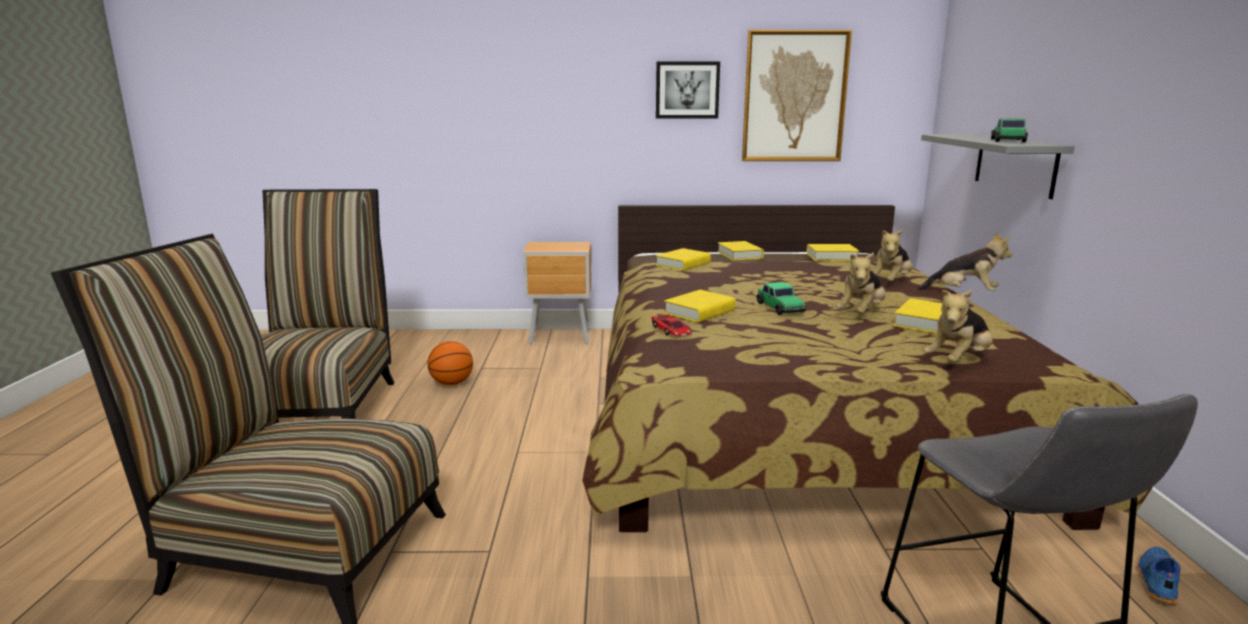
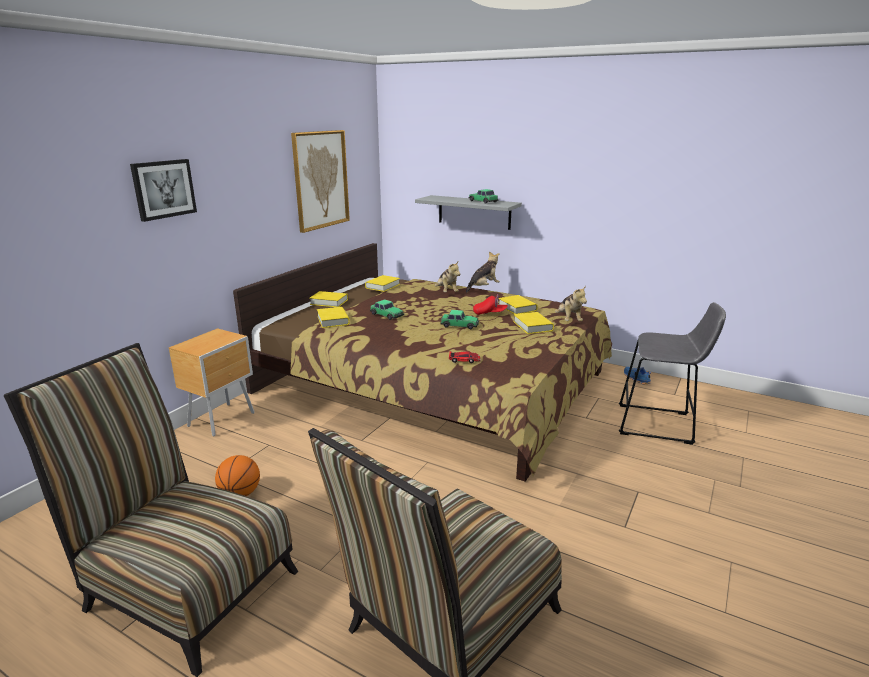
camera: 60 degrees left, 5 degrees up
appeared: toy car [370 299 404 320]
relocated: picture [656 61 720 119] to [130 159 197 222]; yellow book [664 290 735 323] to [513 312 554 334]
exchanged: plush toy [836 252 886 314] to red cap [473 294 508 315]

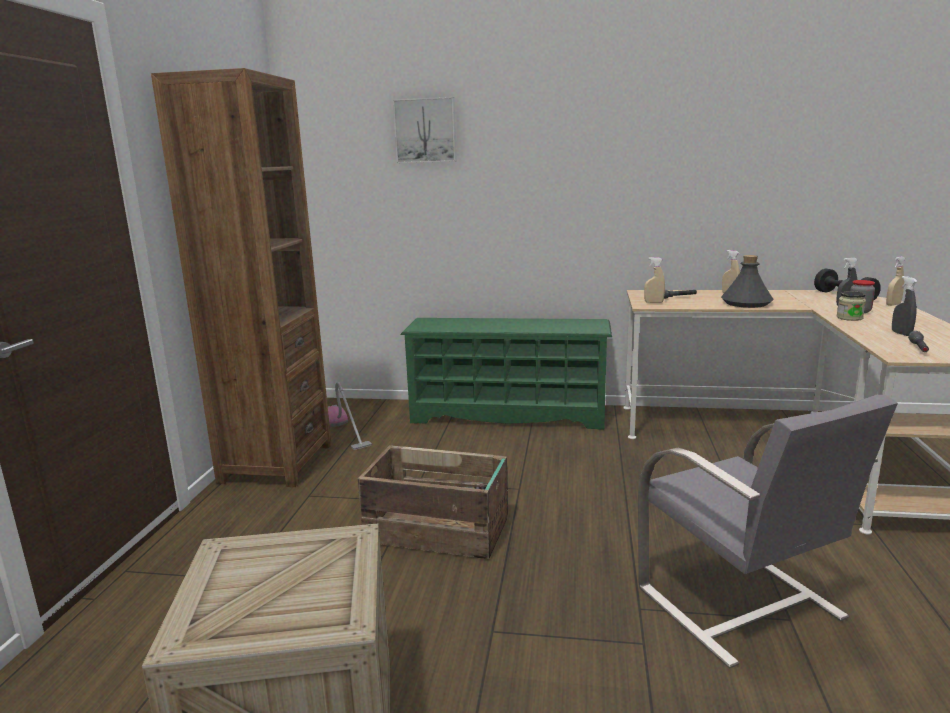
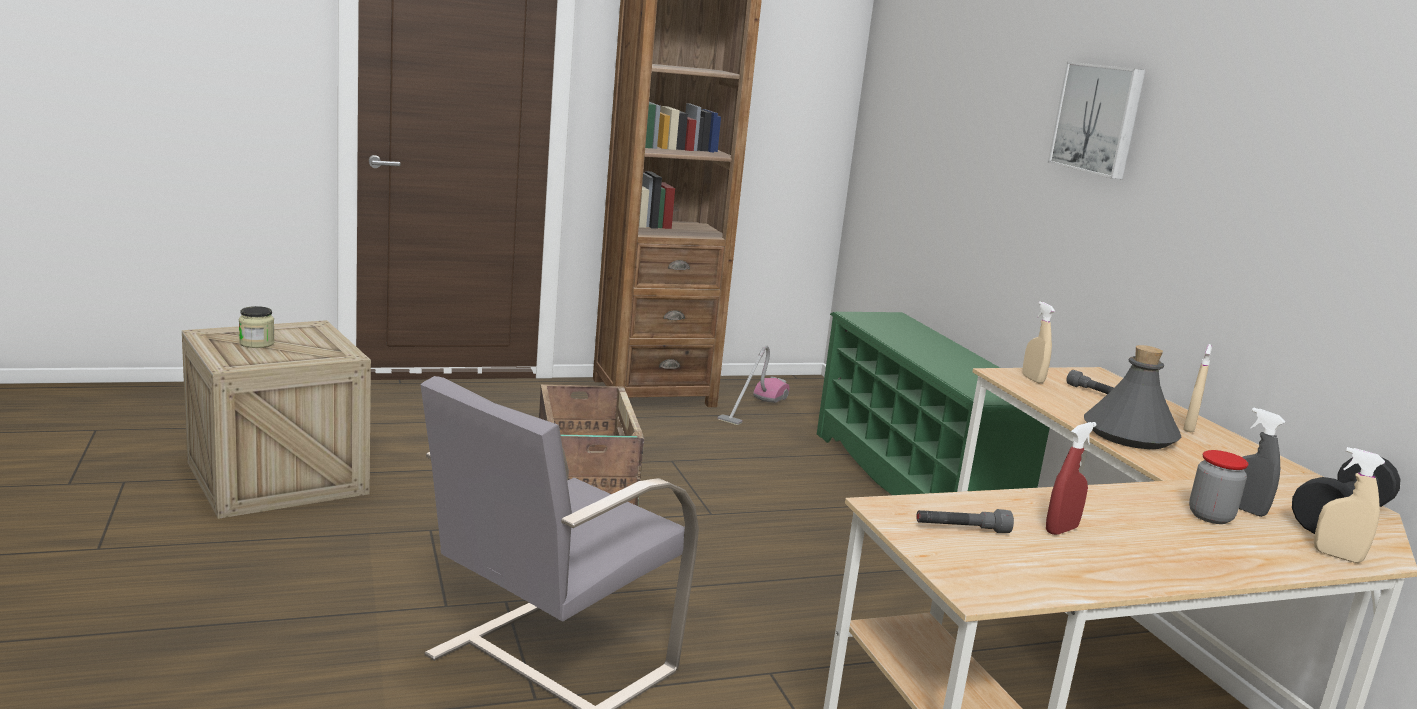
camera: 60 degrees right, 0 degrees up
relocated: picture [393 97 457 163] to [1048 62 1146 179]; jar [837 291 866 321] to [239 306 275 348]
colour: grey spray bottle [892 276 918 336] to red spray bottle [1046 422 1097 535]

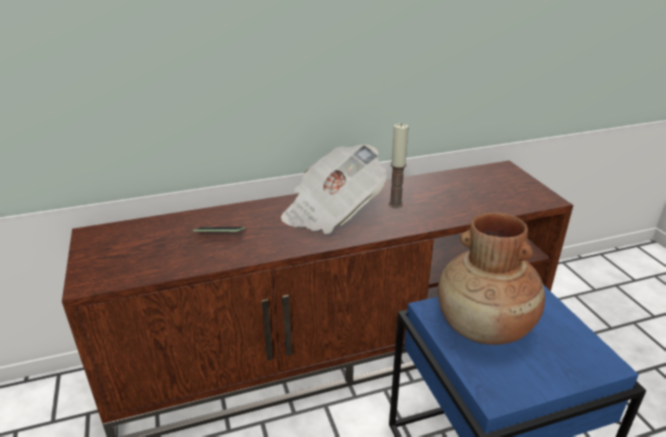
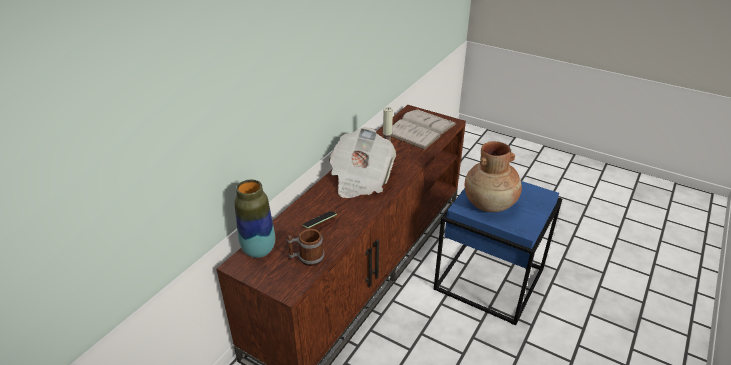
camera: 40 degrees left, 5 degrees up
appeared: white book [391 109 457 150]; vase [234 180 275 258]; mug [287 229 324 266]

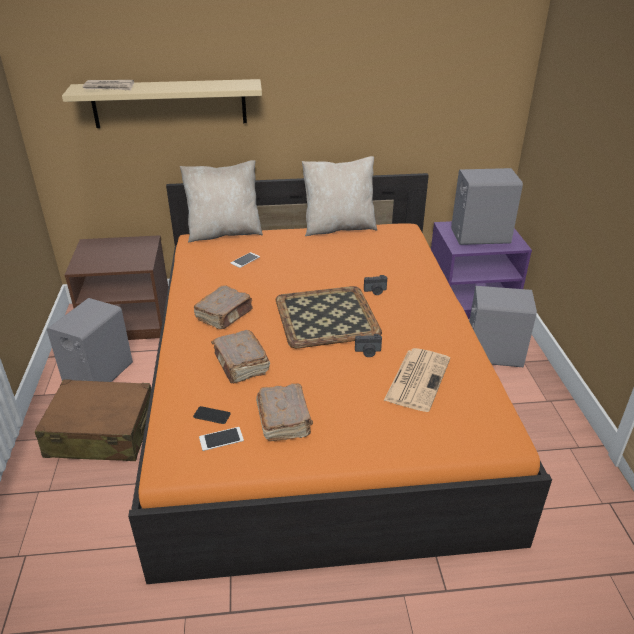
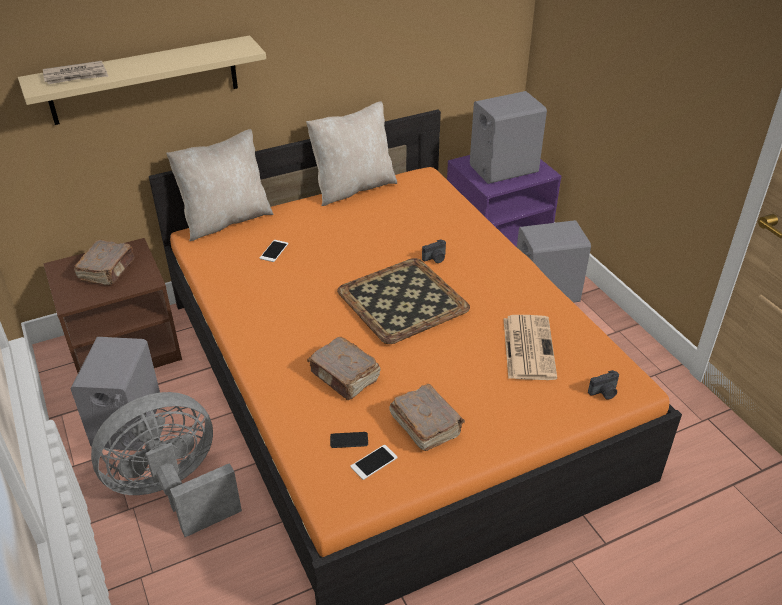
camera: 20 degrees left, 5 degrees up
relocated: brown book [193 285 253 329] to [74 239 135 285]; photo camera [355 334 382 357] to [588 370 619 400]
exchanged: brown suitcase [35 379 151 461] to grey fan [91 392 242 537]

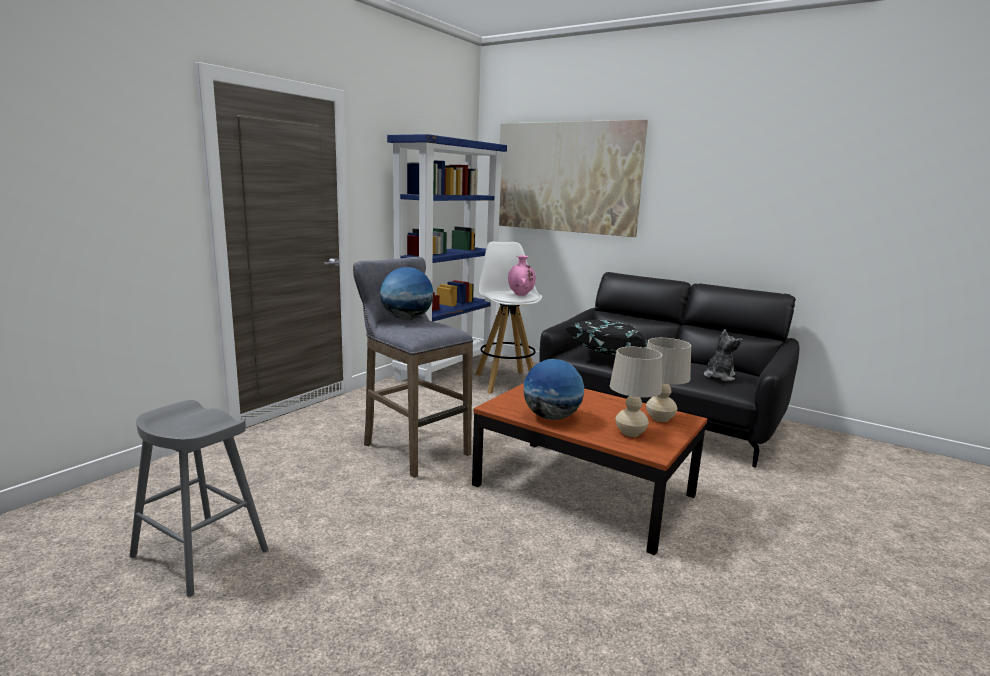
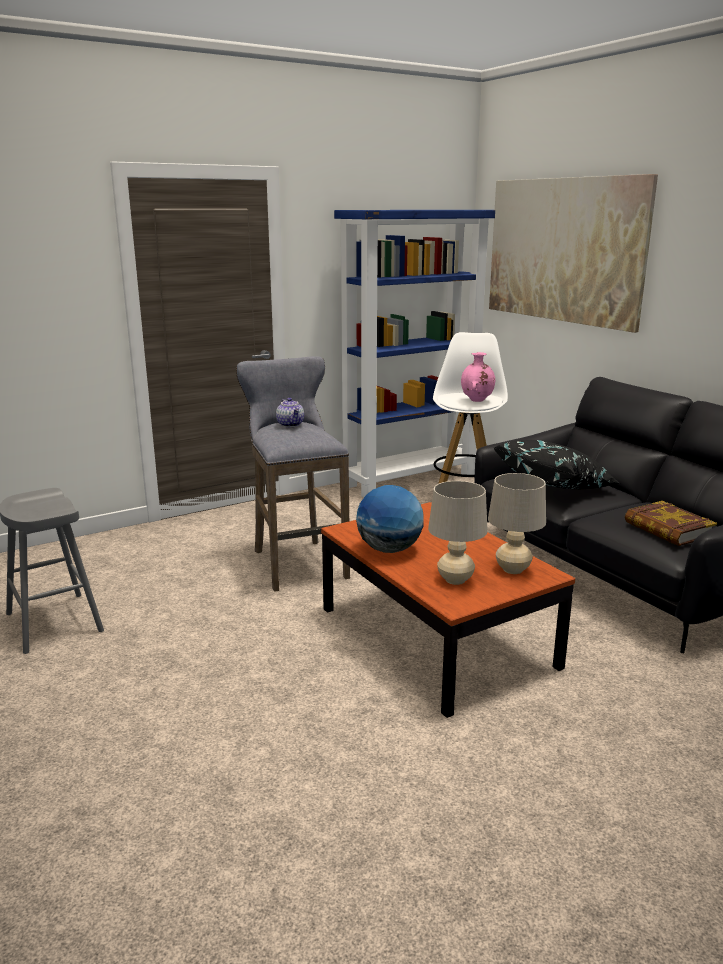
camera: 25 degrees right, 5 degrees up
exchanged: globe [380 267 433 320] to teapot [276 398 304 427]; plush toy [704 329 743 381] to book [625 501 717 546]

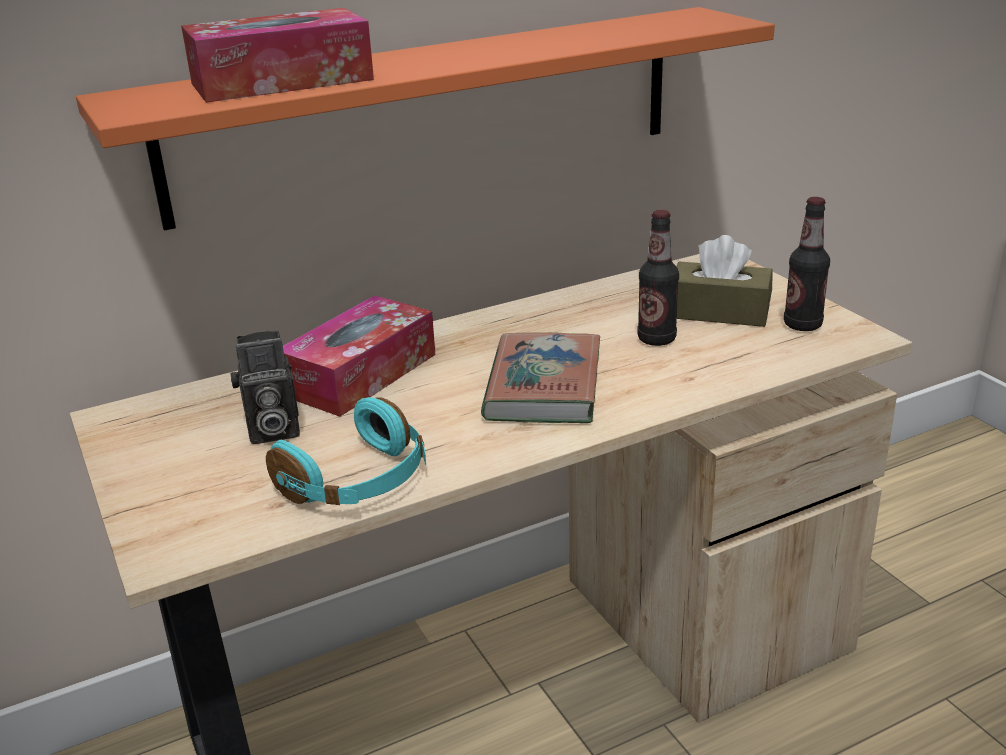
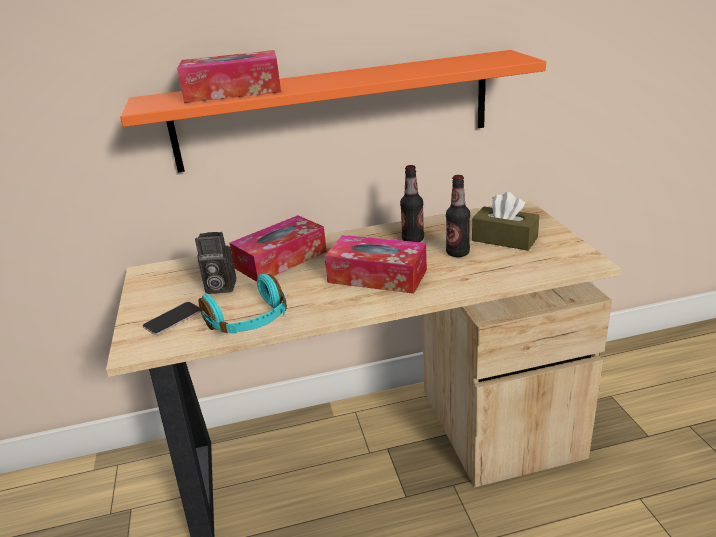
camera: 15 degrees right, 0 degrees up
appeared: phone [142 302 201 335]
relocated: bottle [784 197 830 331] to [400 165 424 242]
exchanged: book [481 332 600 423] to tissue box [325 235 427 294]

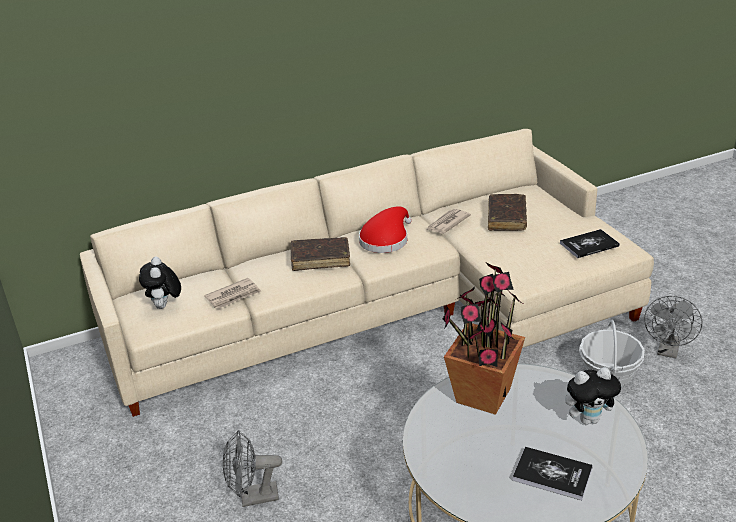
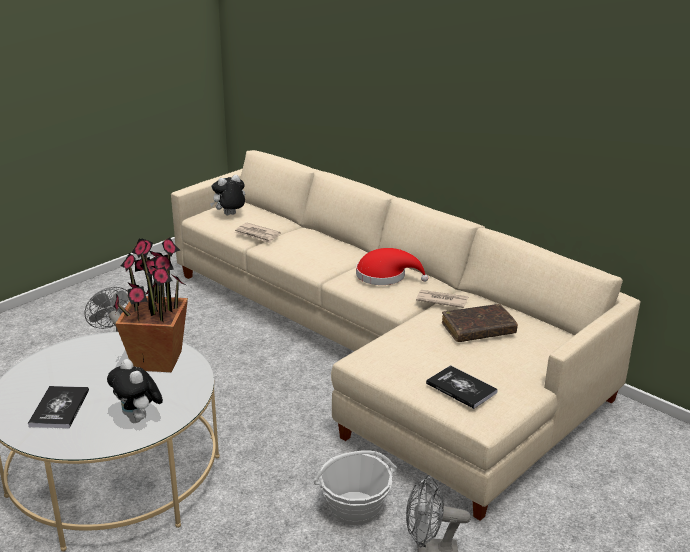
camera: 65 degrees right, 5 degrees down
missing: brown book [291 237 350 271]

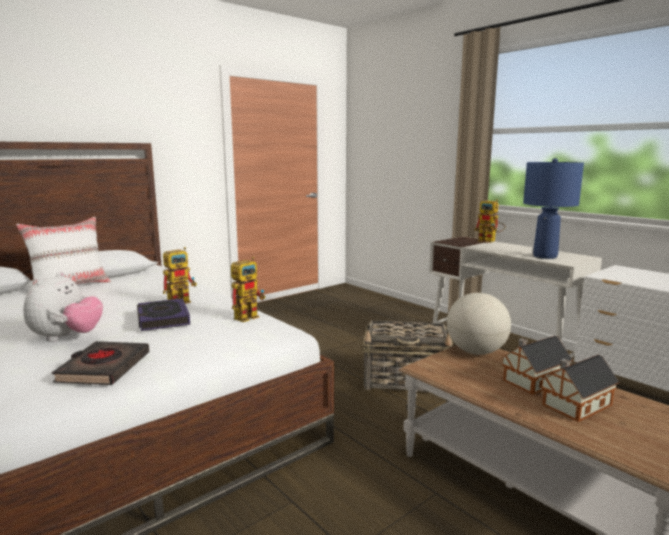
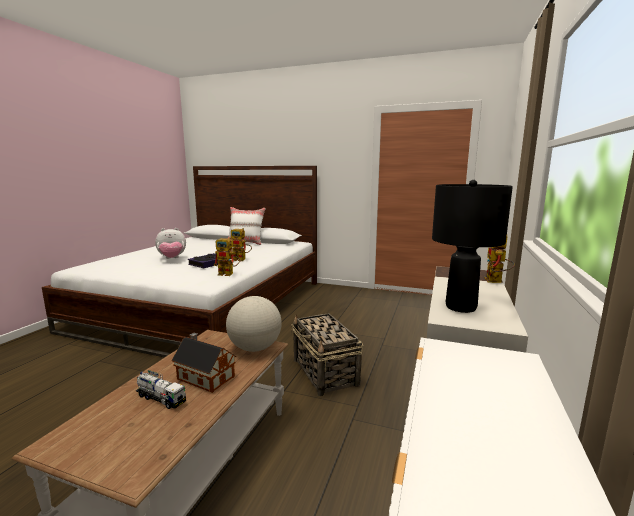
camera: 60 degrees right, 0 degrees up
missing: black book [52 341 149 385]
exchanged: toy house [540 355 620 422] to toy truck [136 370 186 409]
colour: blue table lamp [523 158 584 259] to black table lamp [432 180 513 313]

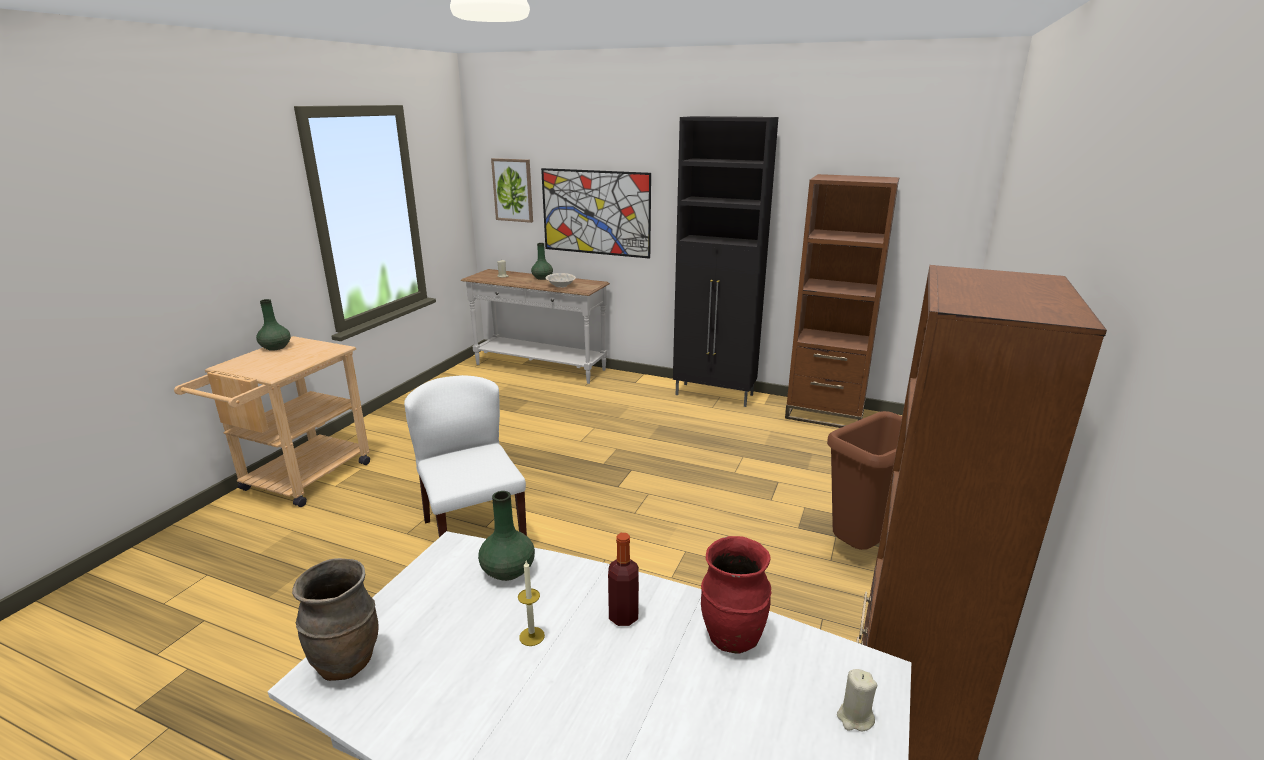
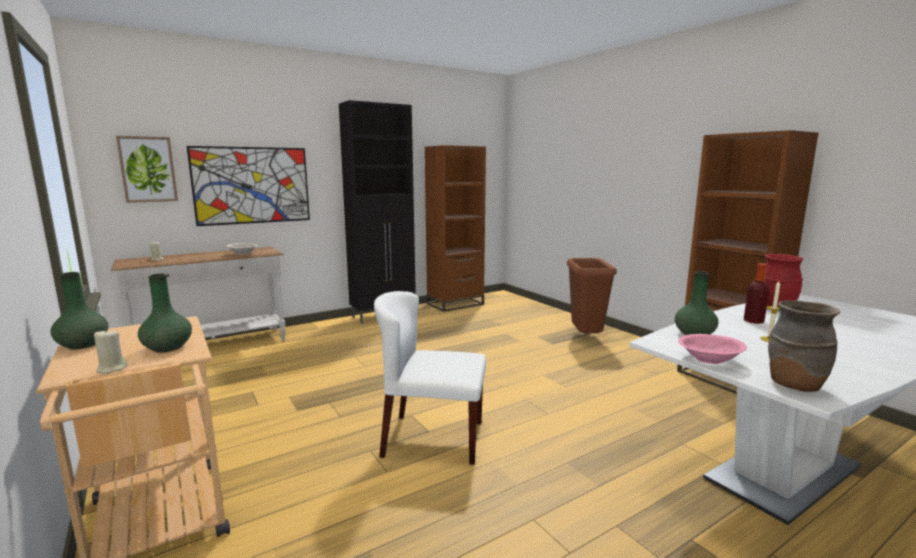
camera: 55 degrees left, 10 degrees down
appeared: pink bowl [678 334 747 364]
relocated: green vase [531 243 553 280] to [138 274 192 353]; beige candle [837 669 877 731] to [94 329 128 374]

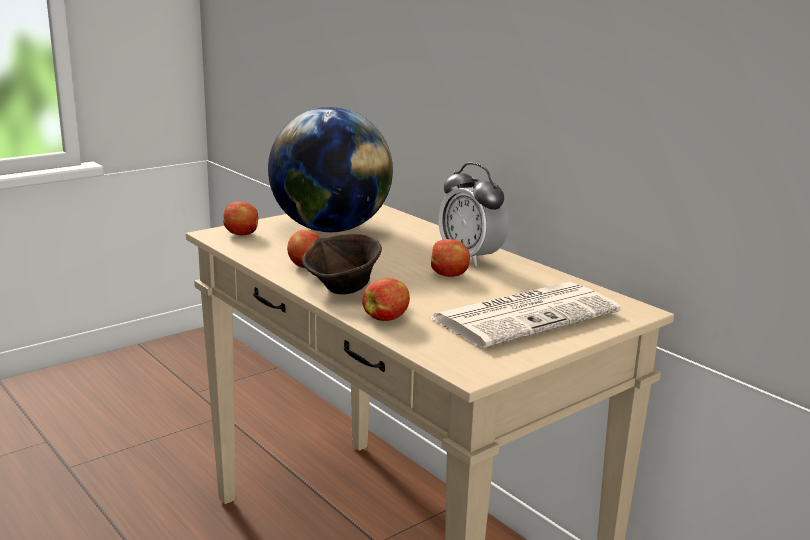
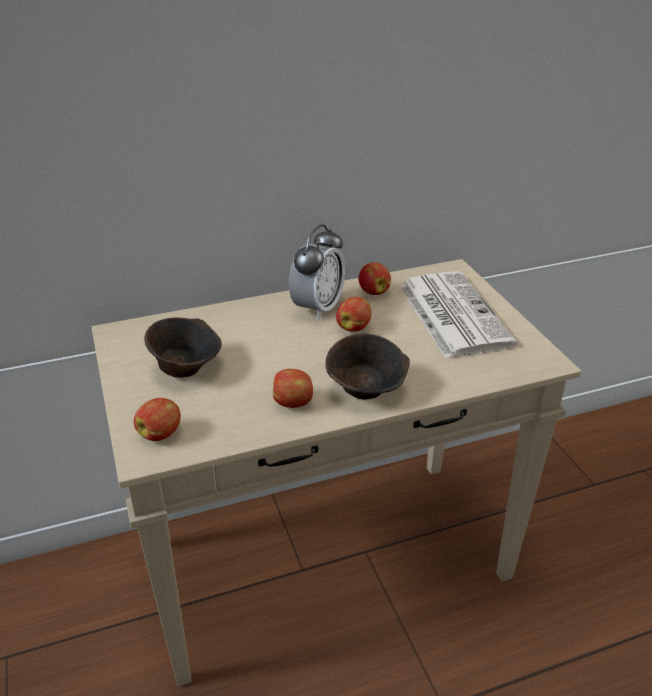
camera: 70 degrees left, 15 degrees up
relocated: apple [362 278 410 321] to [359 263 391 295]
exchanged: globe [268 107 393 232] to brown bowl [144 317 222 378]
spun: alarm clock [439 163 509 266] = [289 224 345 320] 45 degrees counterclockwise

